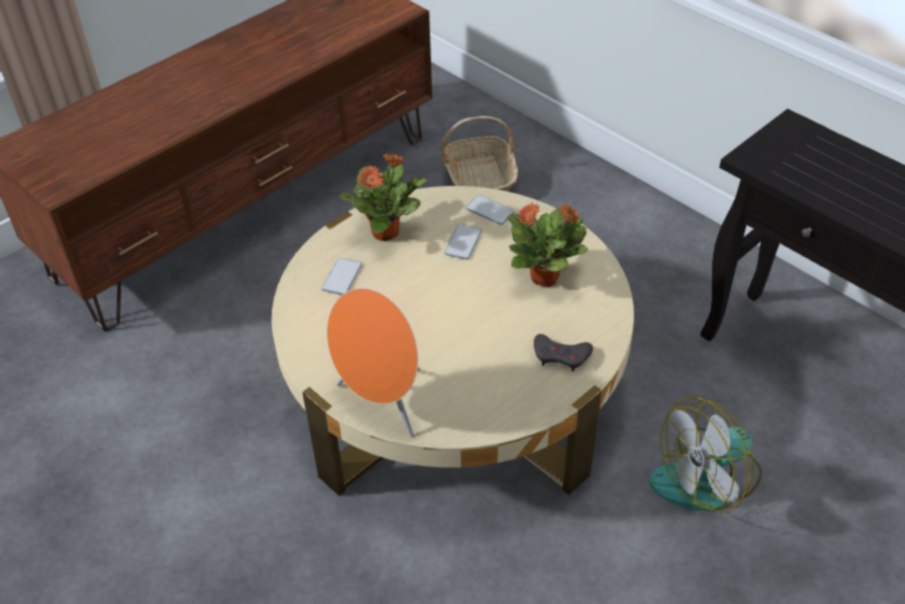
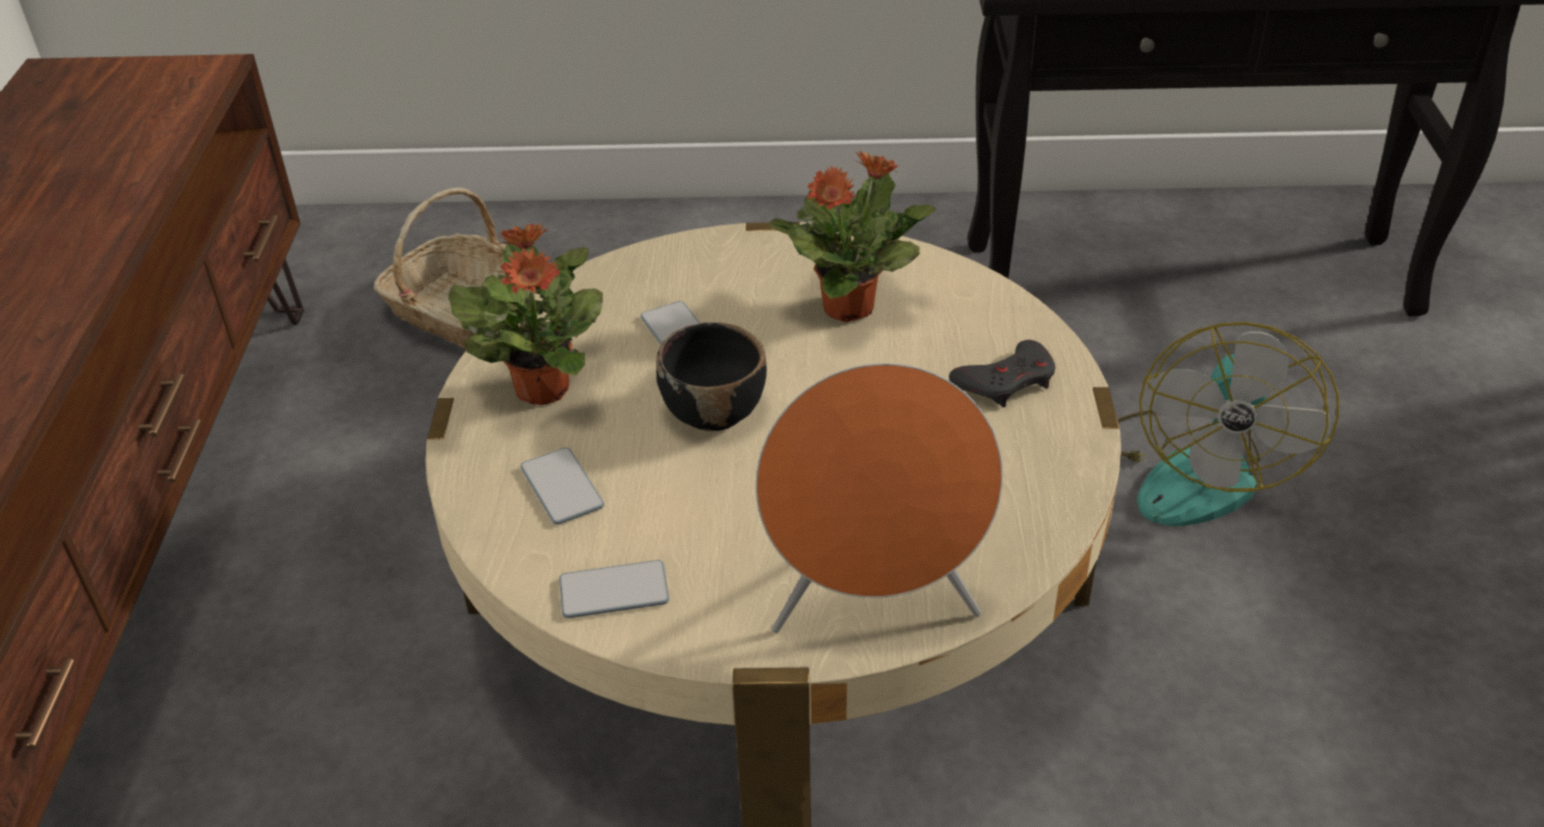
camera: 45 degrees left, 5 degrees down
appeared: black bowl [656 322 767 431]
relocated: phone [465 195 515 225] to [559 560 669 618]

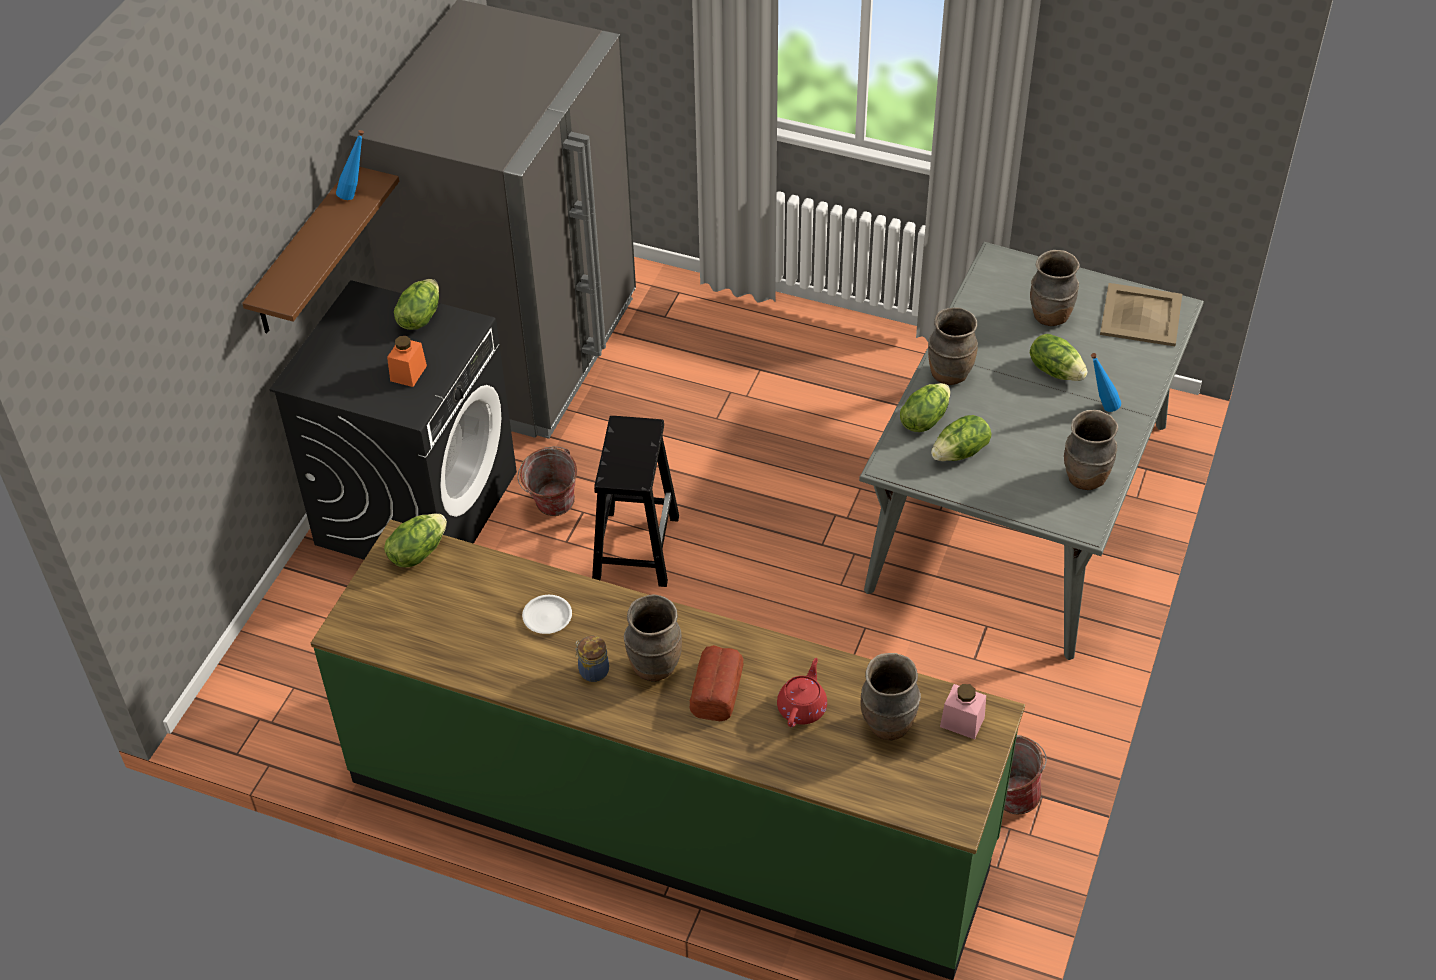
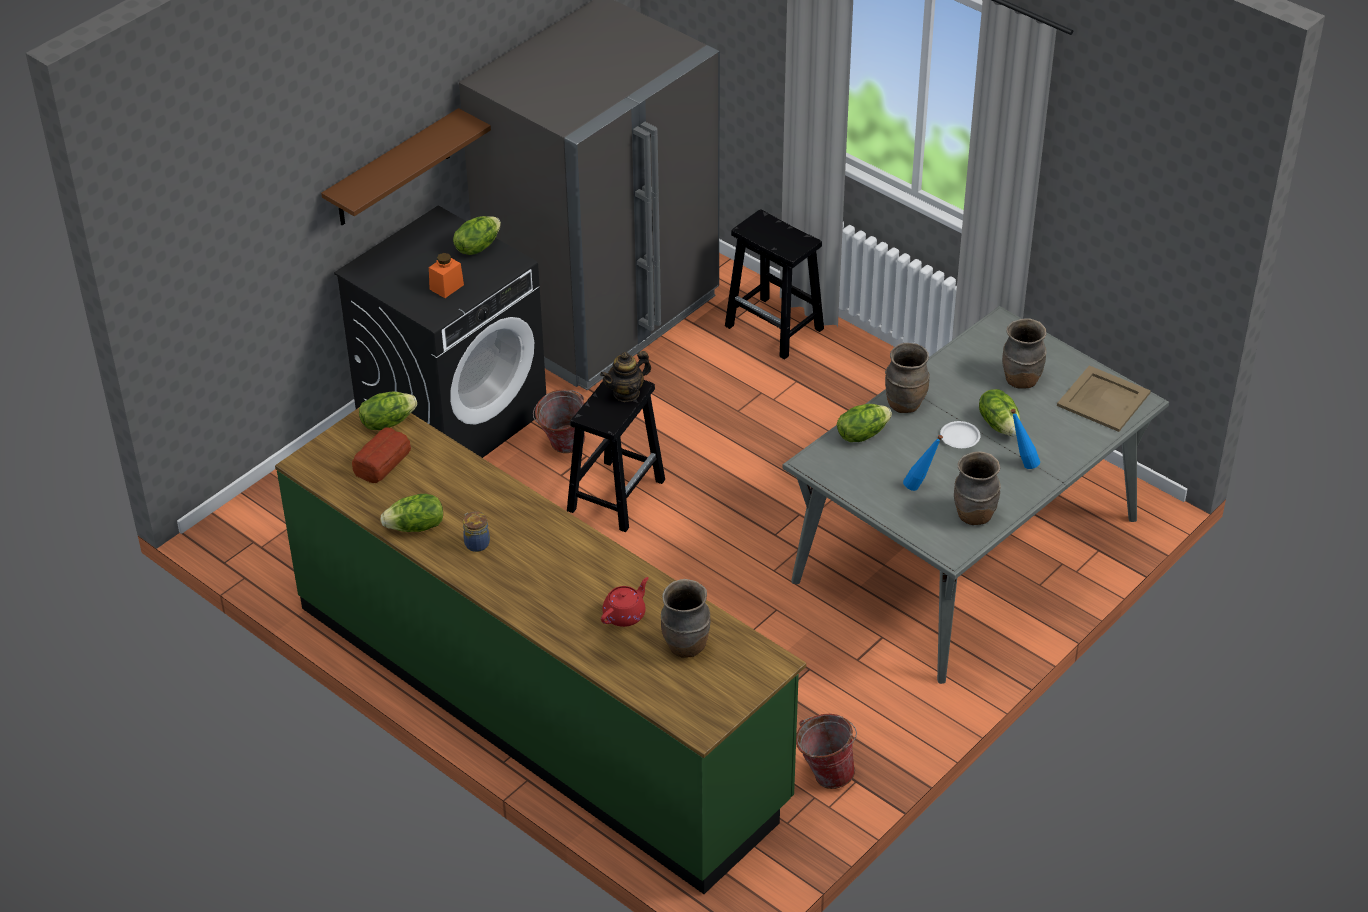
camera: 20 degrees right, 5 degrees down
missing: brown vase [624 595 682 682]; pink jar [940 684 986 739]
appeared: black stool [725 209 824 360]; teapot [600 351 651 402]
relocated: blue bottle [336 130 364 200] to [903 434 943 491]; lettuce [931 415 991 461] to [380 494 443 532]; white plate [522 595 572 634] to [940 421 980 448]; bread [689 645 744 721] to [352 427 411 483]

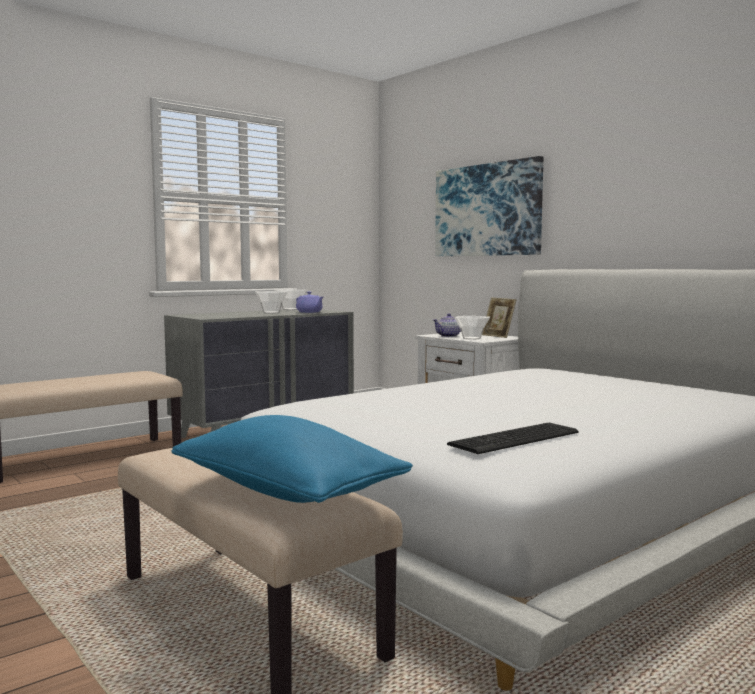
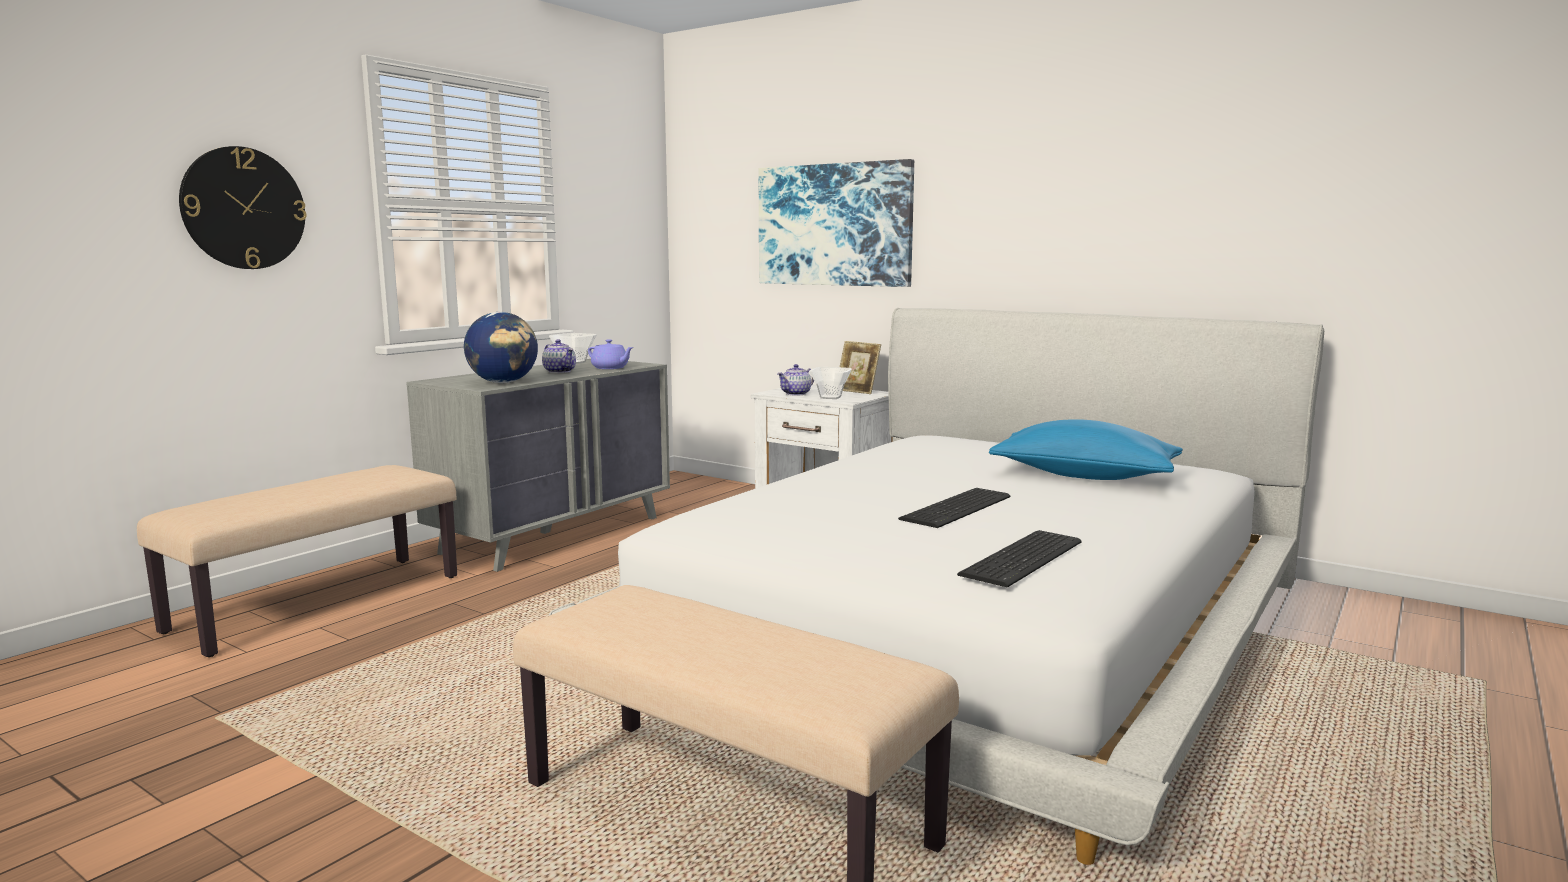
camera: 15 degrees left, 5 degrees up
appeared: wall clock [179 146 307 269]; globe [464 312 538 383]; keyboard [898 488 1010 528]
relocated: blue pillow [172 415 413 503] to [989 419 1183 480]
exchanged: bowl [255 291 287 314] to teapot [542 339 576 373]

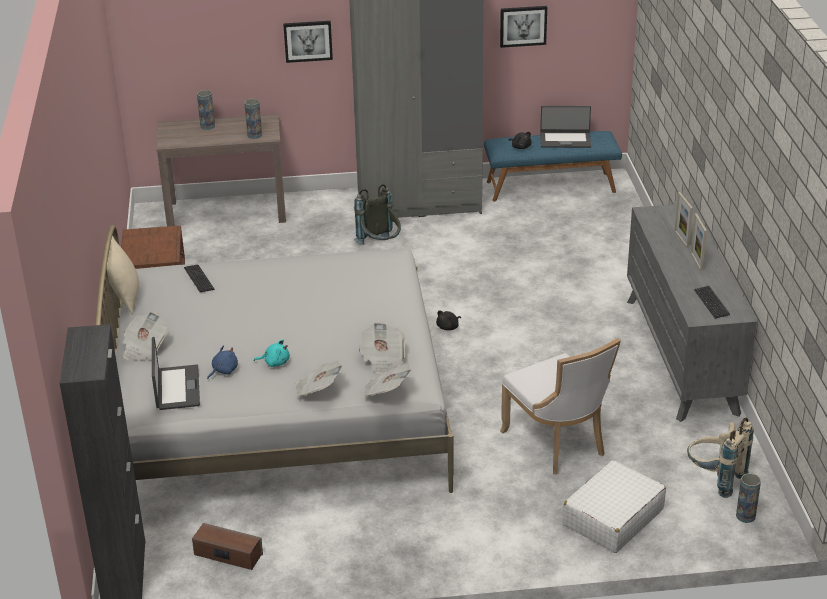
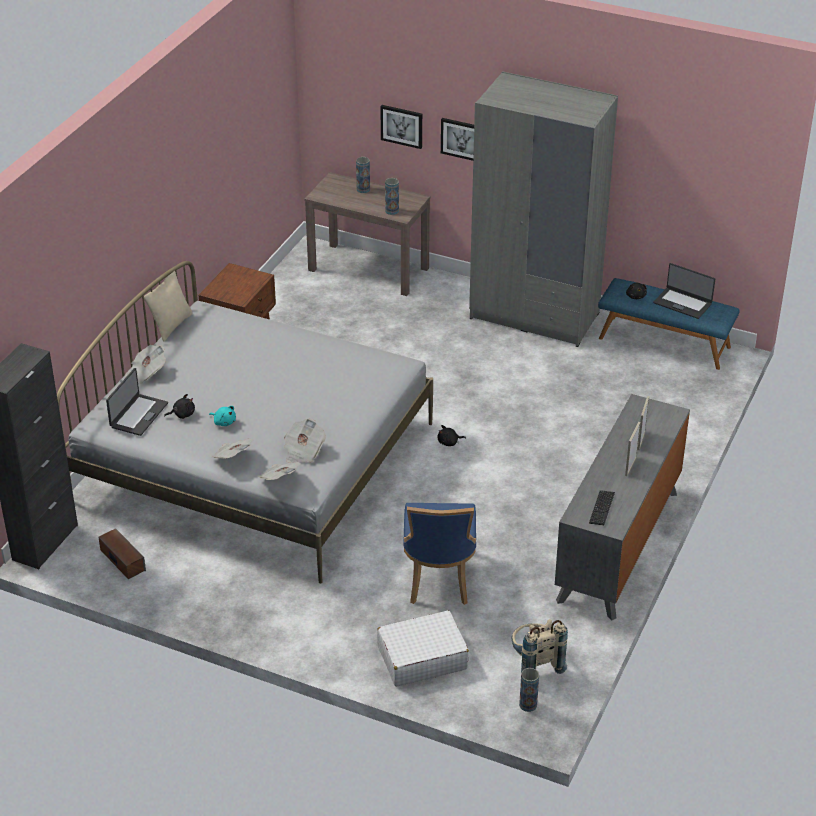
camera: 30 degrees right, 5 degrees up
missing: grey backpack [354 184 401 245]; keyboard [184 265 215 292]
relocated: picture [500 6 547 48] to [380 105 422 149]
colour: white chair [500 338 621 475] to blue chair [404 503 476 605]; blue plush toy [207 345 238 379] to black plush toy [164 394 195 419]

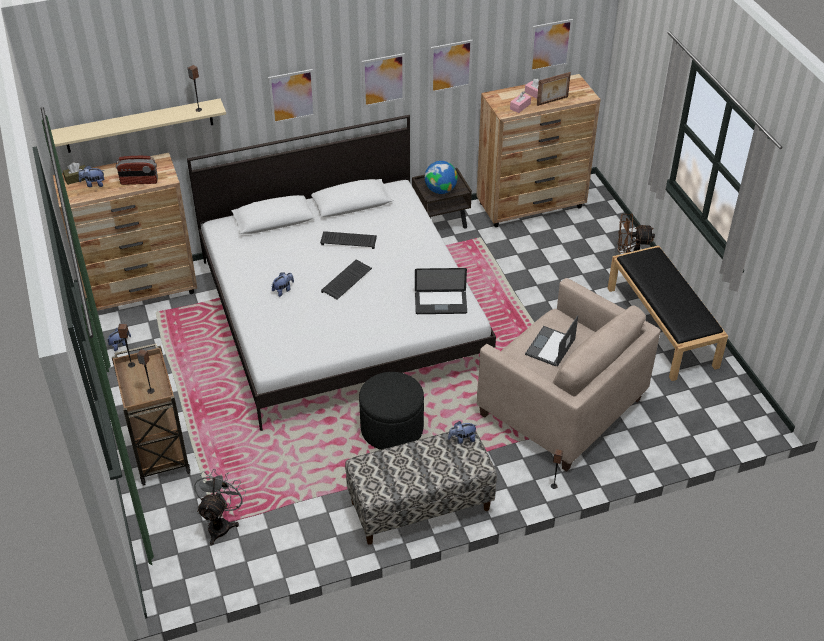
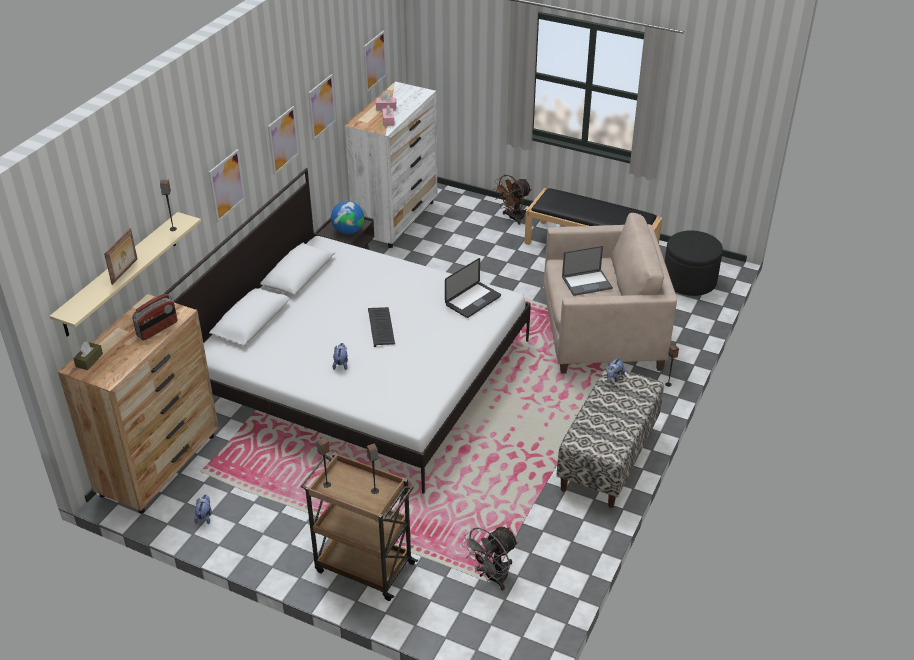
camera: 45 degrees left, 5 degrees down
missing: plush toy [79 165 104 187]; keyboard [320 231 377 249]
relocated: picture frame [537 72 571 106] to [104 228 137 285]; black ottoman [359 372 424 450] to [665 230 723 296]
colour: brown dresser [476 74 601 227] to white dresser [345 82 437 248]
spun: laptop [525 315 578 367] = [562 246 613 296] 90 degrees counterclockwise; grey fan [194 469 246 546] = [462 527 518 591] 105 degrees counterclockwise

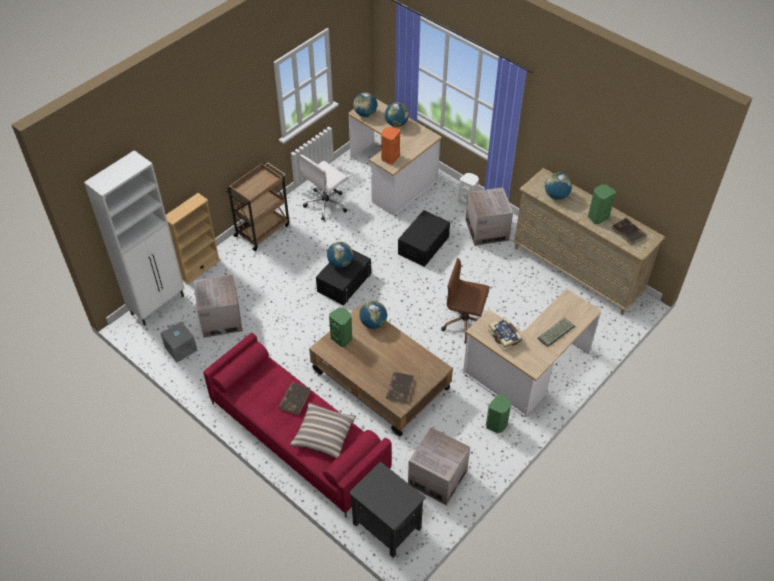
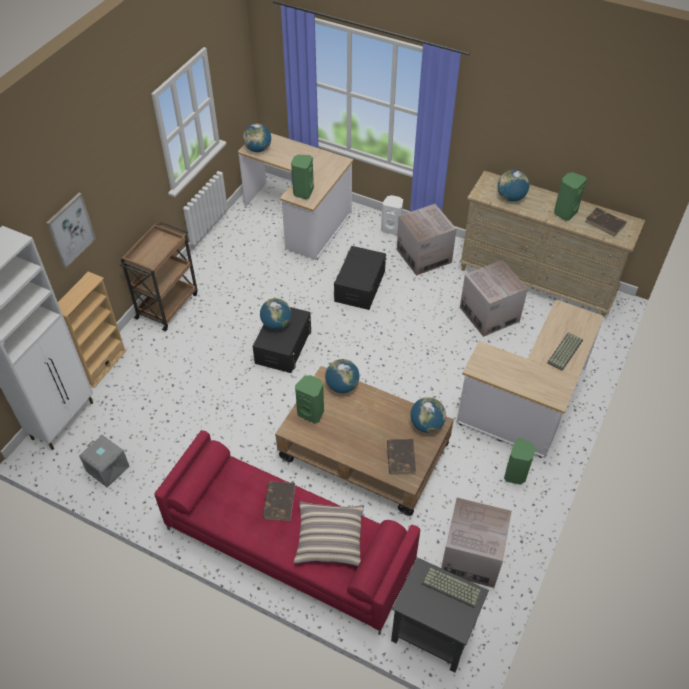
camera: 15 degrees left, 0 degrees up
missing: white office chair [299 155 348 220]; brown office chair [441 258 490 343]; book [488 317 523 351]
appeared: picture [46 193 96 269]; keyboard [421 567 482 608]
relocated: globe [385 102 409 127] to [410 397 446 433]; cardboard box [194 274 243 338] to [460 260 528 337]
colour: orange speaker [381 127 400 164] to green speaker [291 154 314 199]

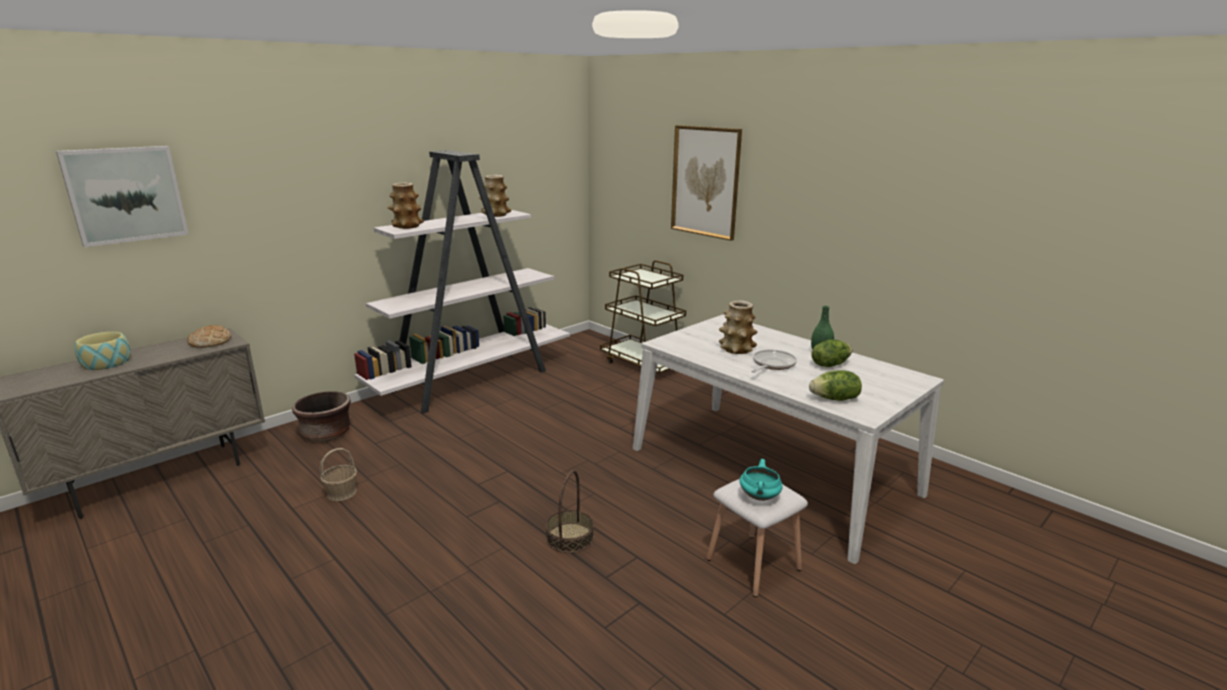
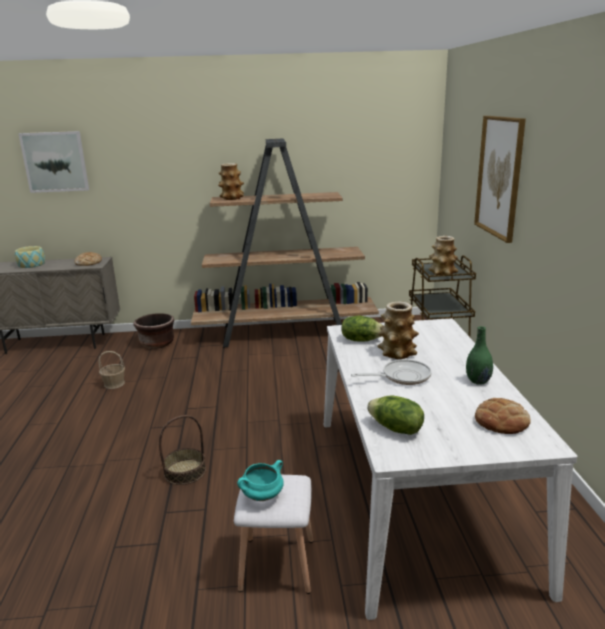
camera: 40 degrees right, 0 degrees up
appeared: bread [475 398 531 434]
relocated: vase [479 175 511 217] to [429 236 458 275]; lettuce [811 340 852 367] to [341 316 383 341]
colour: white bookcase [354 150 570 414] to brown bookcase [191 139 379 348]

